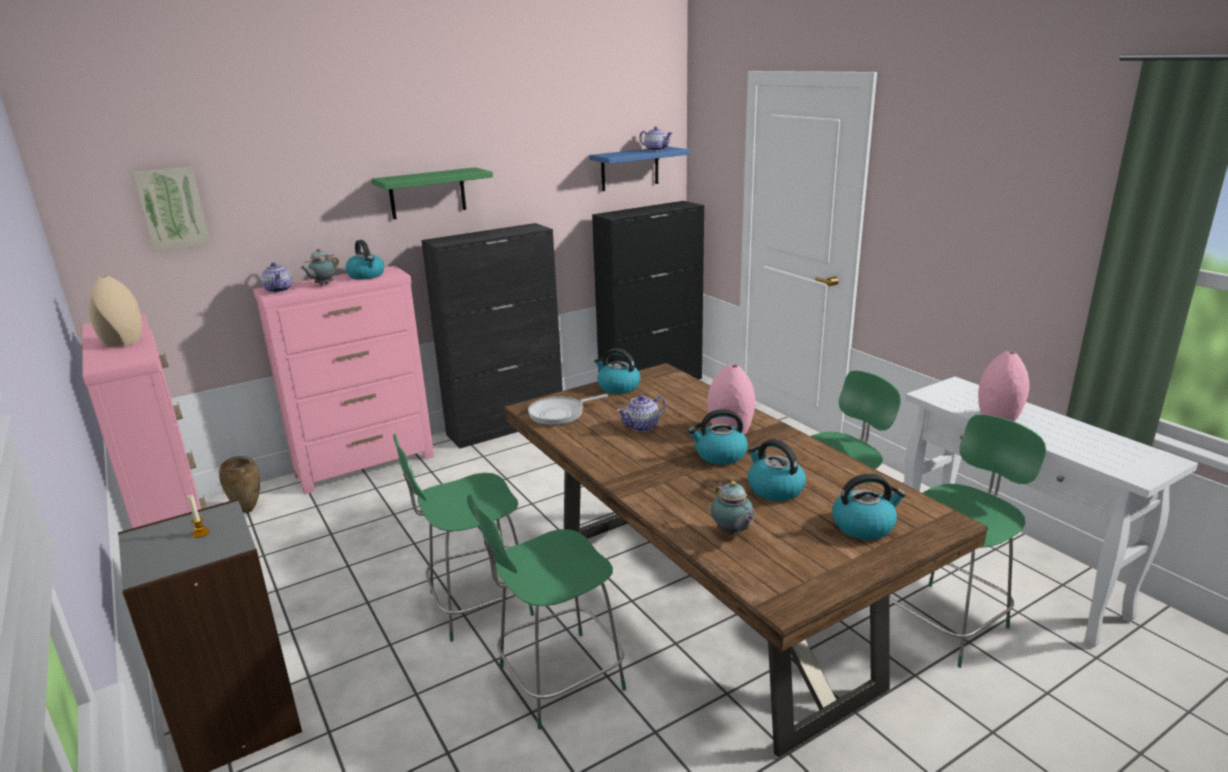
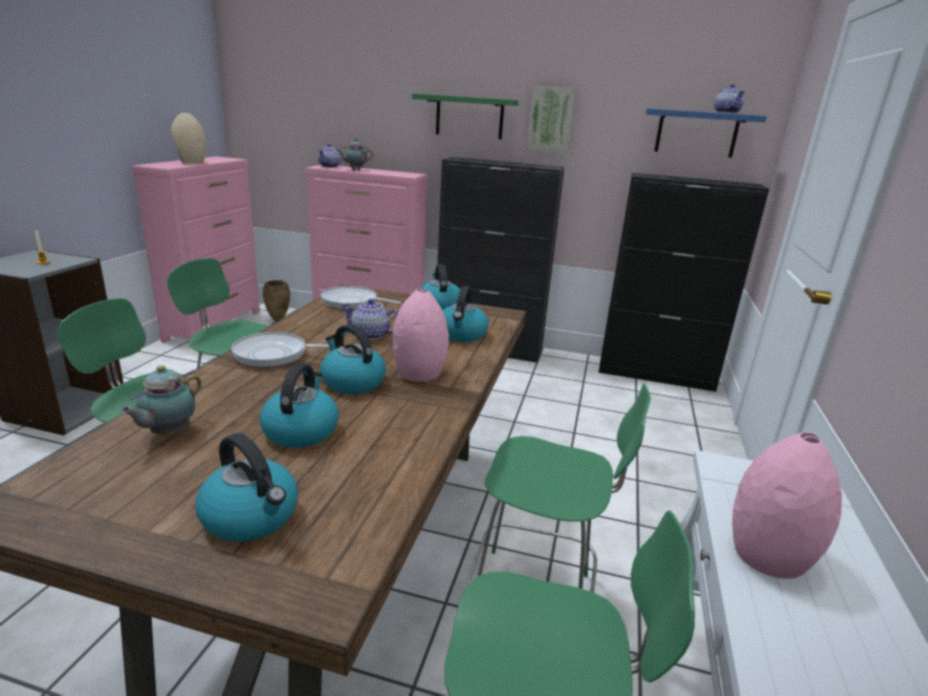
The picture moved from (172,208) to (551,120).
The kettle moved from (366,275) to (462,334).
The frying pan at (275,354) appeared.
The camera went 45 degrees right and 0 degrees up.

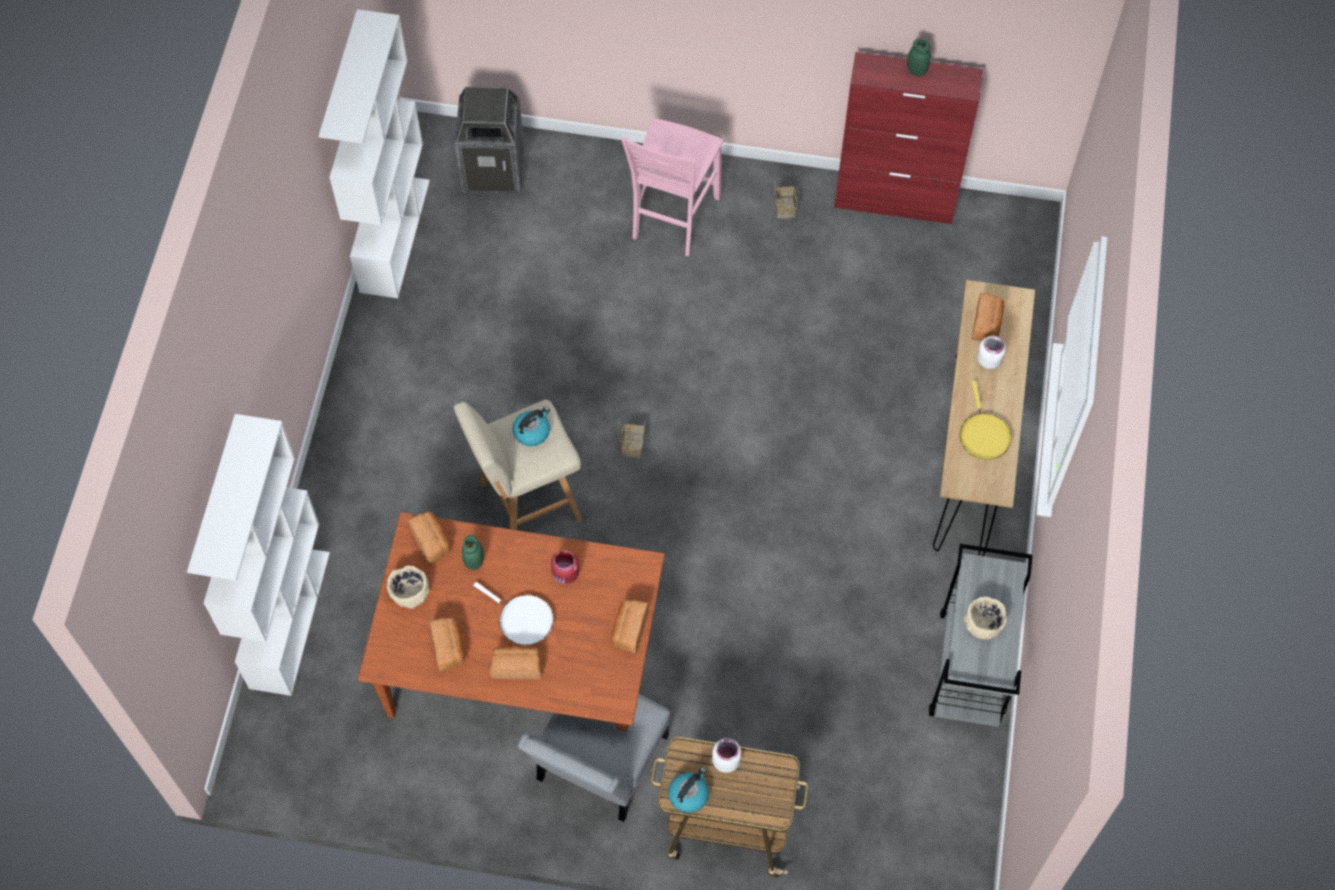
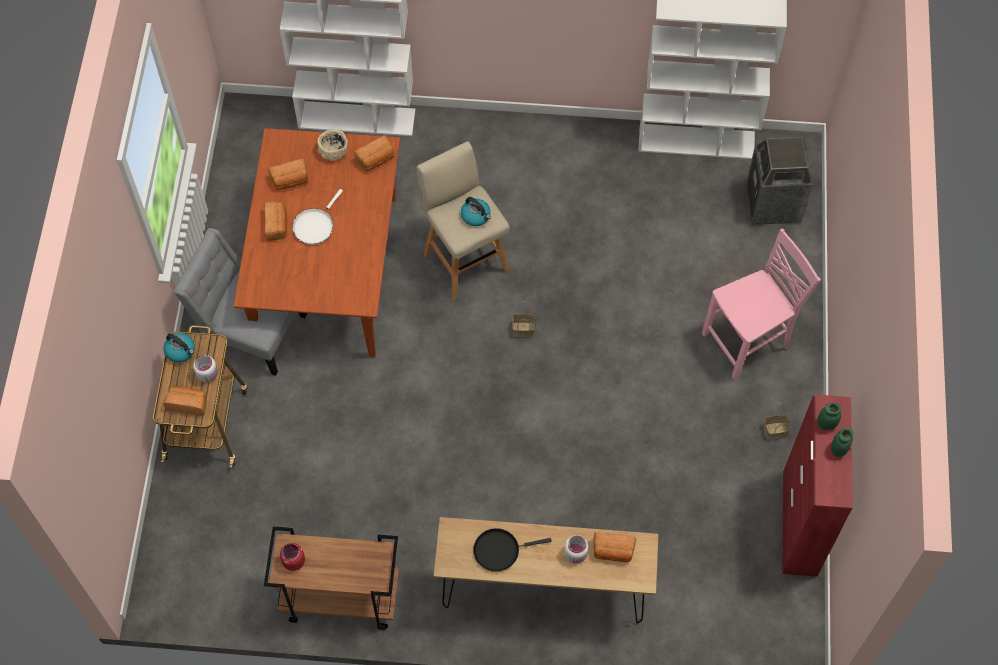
The greenish storage jar moved from (474,561) to (826,424).
The red-coloured storage jar moved from (565,575) to (293,561).
The bread moved from (629,630) to (188,404).
The pink upright chair at (673,218) turned 135 degrees clockwise.
The grey cart at (970,669) became the brownish cart at (340,598).
The yellowish frying pan at (983,435) became the black frying pan at (499,550).
The sand-coloured deep dish at (983,623) disappeared.
The camera went 85 degrees right and 0 degrees up.

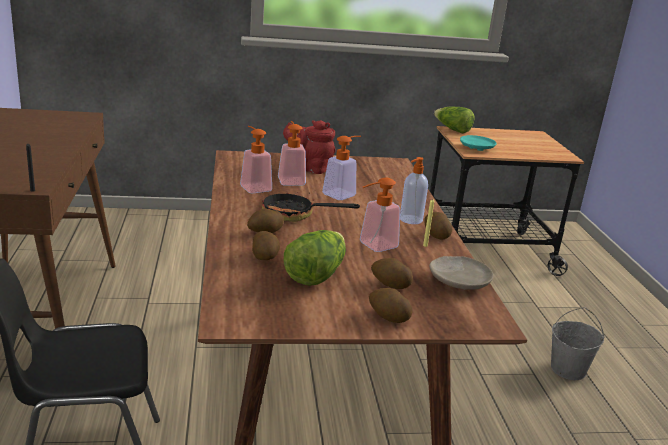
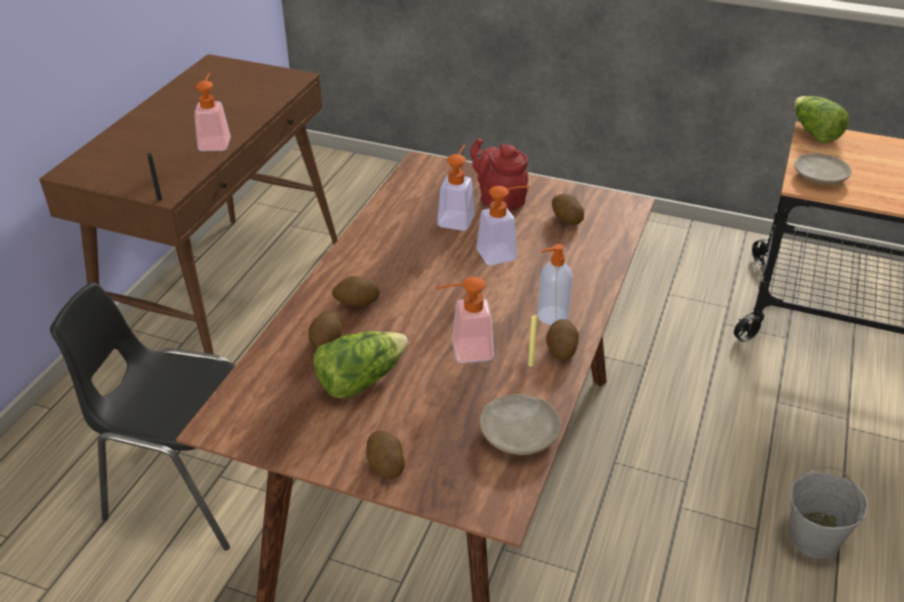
The soap bottle moved from (253,186) to (216,141).
The frying pan at (295,215) disappeared.
The spud moved from (390,284) to (566,219).
The turquoise-coloured plate at (476,148) became the sand-coloured plate at (819,176).
The camera went 30 degrees right and 15 degrees up.

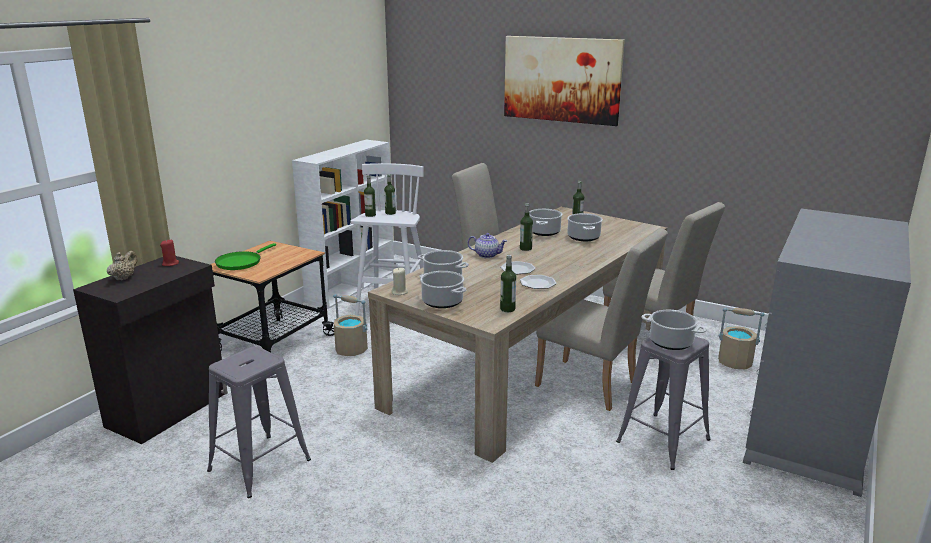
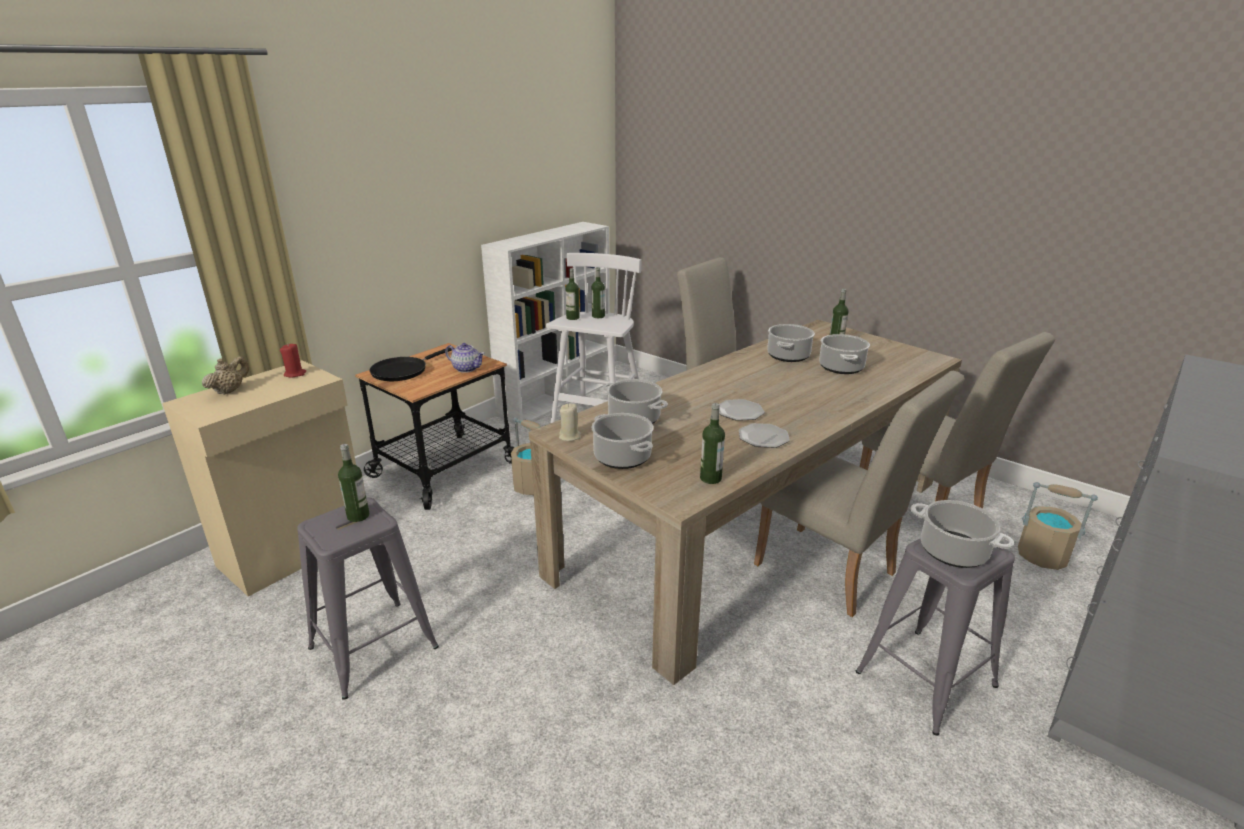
The black cabinet at (169,409) became the sand-coloured cabinet at (297,549).
The greenish frying pan at (241,262) became the black frying pan at (402,371).
The tea pot moved from (487,255) to (467,368).
The picture at (561,79) disappeared.
The beverage bottle moved from (525,248) to (358,516).
The camera went 10 degrees right and 5 degrees up.

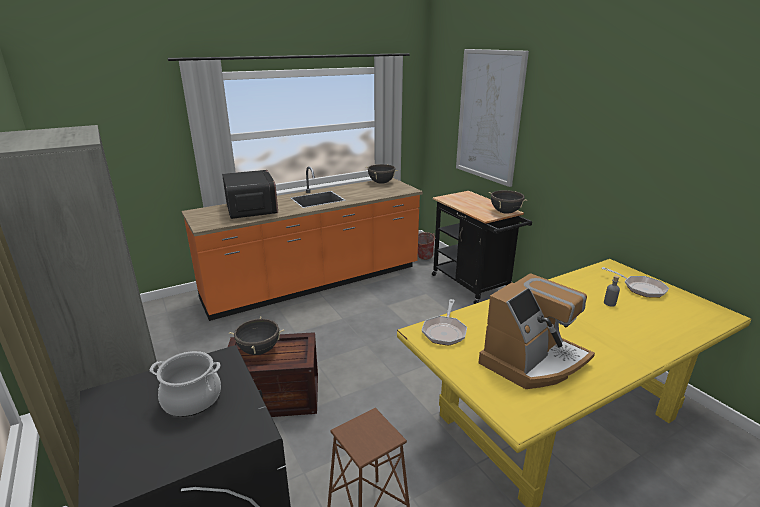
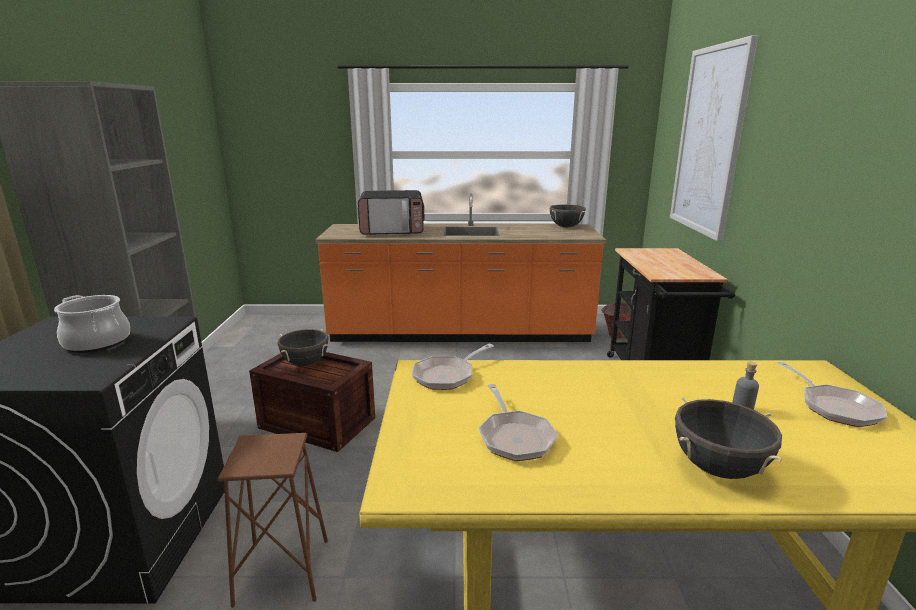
The kitchen microwave at (251,209) turned 75 degrees clockwise.
The coffee maker at (533,361) was replaced by the frying pan at (514,437).
The black saucepot moved from (505,212) to (718,468).
The camera went 30 degrees right and 5 degrees down.

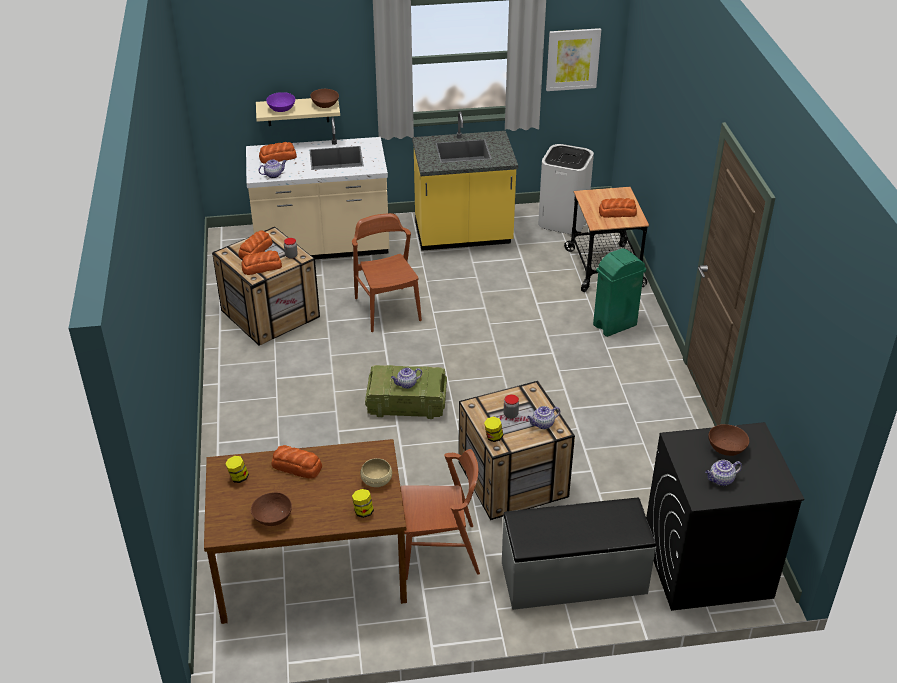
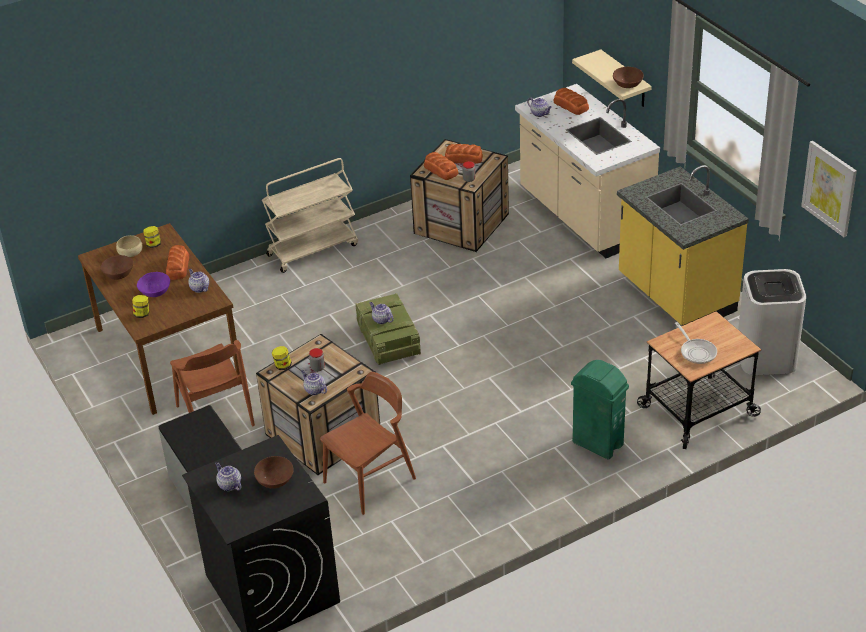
The purple-coloured deep dish moved from (282,109) to (155,292).
The brownish upright chair moved from (387,309) to (370,480).
The sand-coloured deep dish moved from (376,479) to (130,252).
The bread at (617,212) was replaced by the frying pan at (696,352).
The tea pot at (199,288) appeared.
The sand-coloured cart at (313,249) appeared.
The camera went 70 degrees right and 0 degrees up.

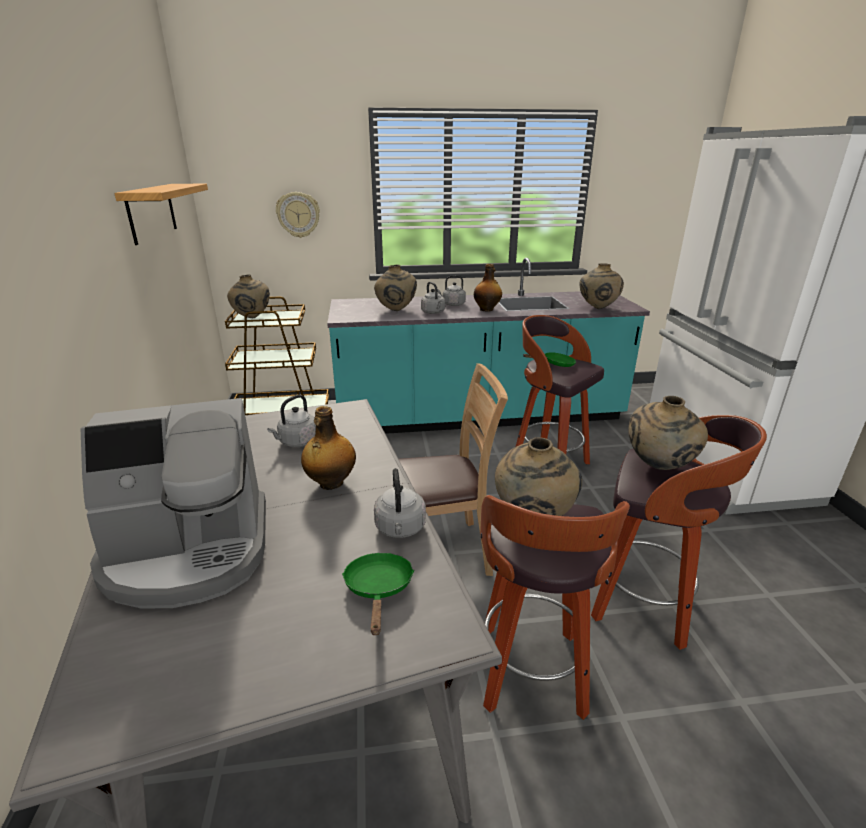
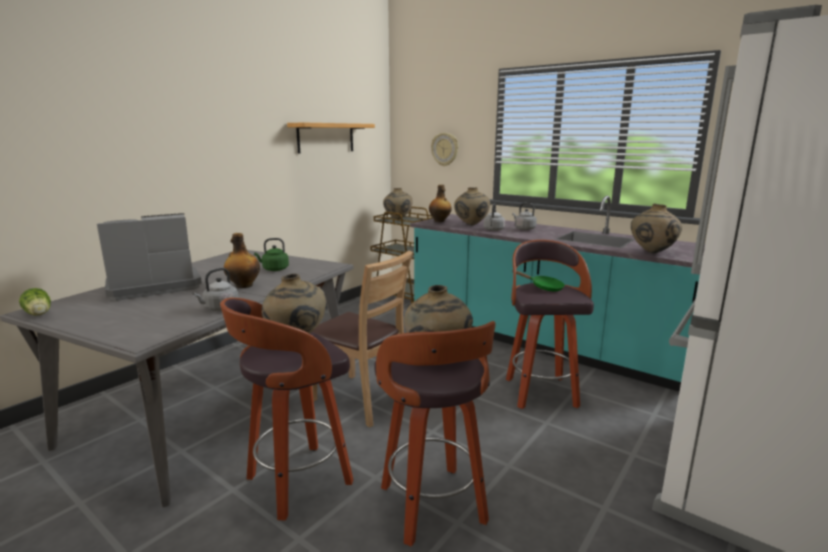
The coffee maker at (189,552) turned 120 degrees clockwise.
The grey kettle at (297,442) became the greenish kettle at (274,269).
The greenish frying pan at (379,589) disappeared.
The beverage bottle moved from (487,309) to (439,221).
The head of lettuce at (38,314) appeared.
The camera went 45 degrees right and 10 degrees down.

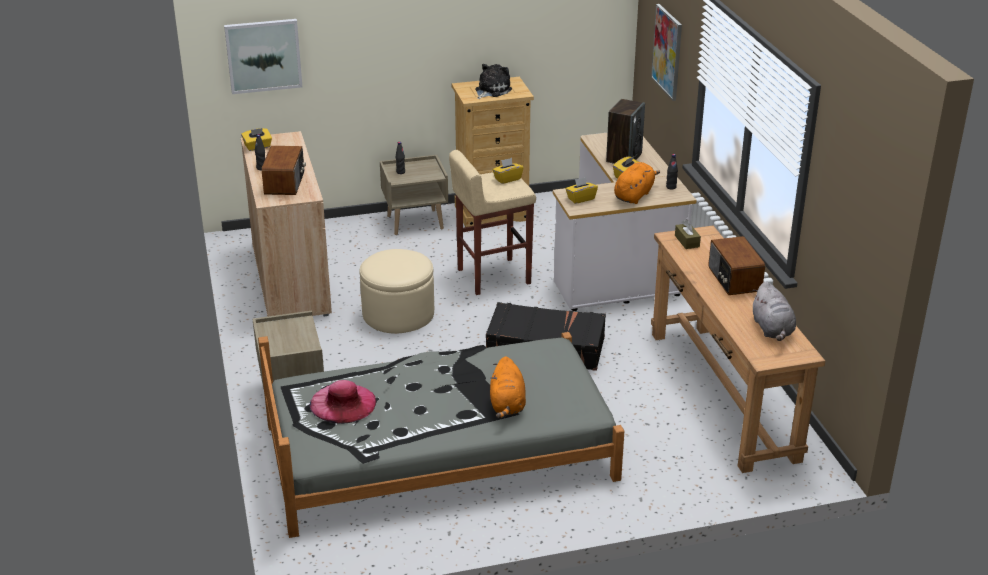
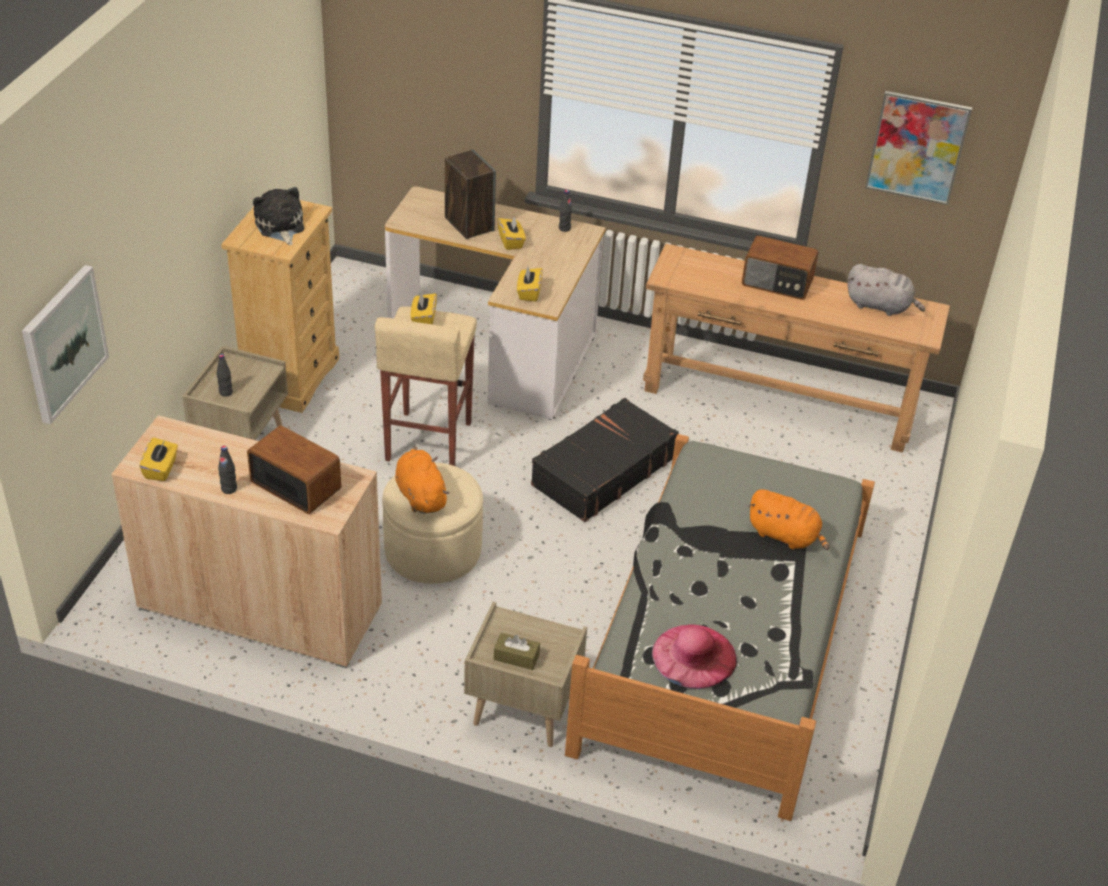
The orangey plush toy moved from (634,195) to (420,495).
The picture moved from (667,51) to (917,147).
The brownish tissue holder moved from (687,241) to (516,657).
The camera went 60 degrees left and 10 degrees up.

